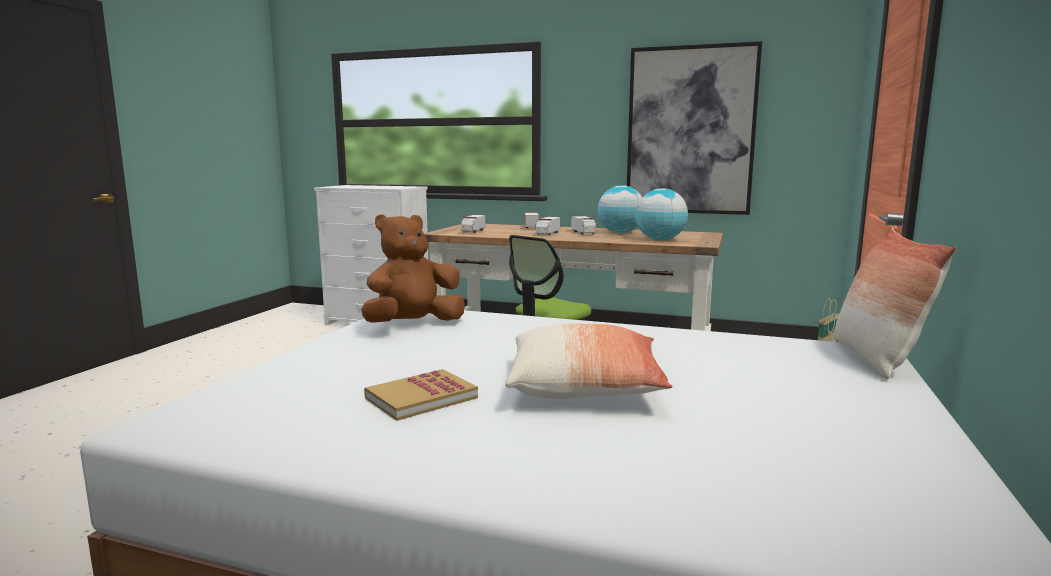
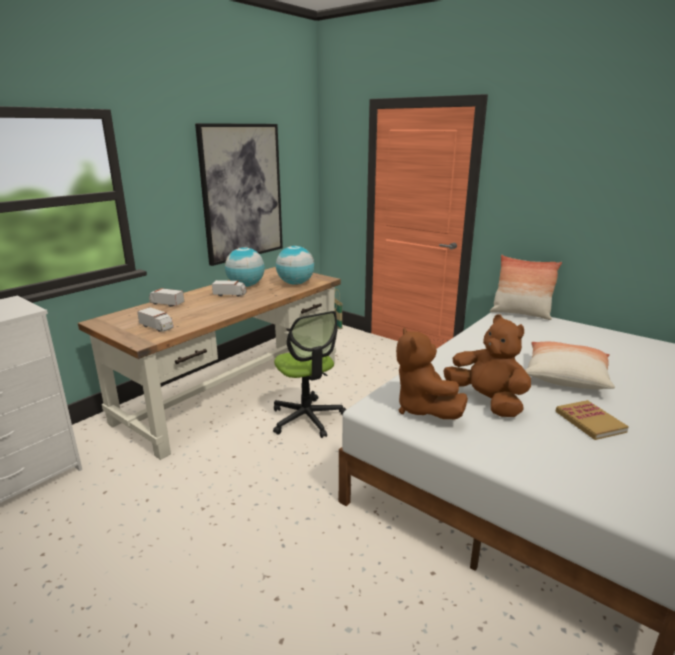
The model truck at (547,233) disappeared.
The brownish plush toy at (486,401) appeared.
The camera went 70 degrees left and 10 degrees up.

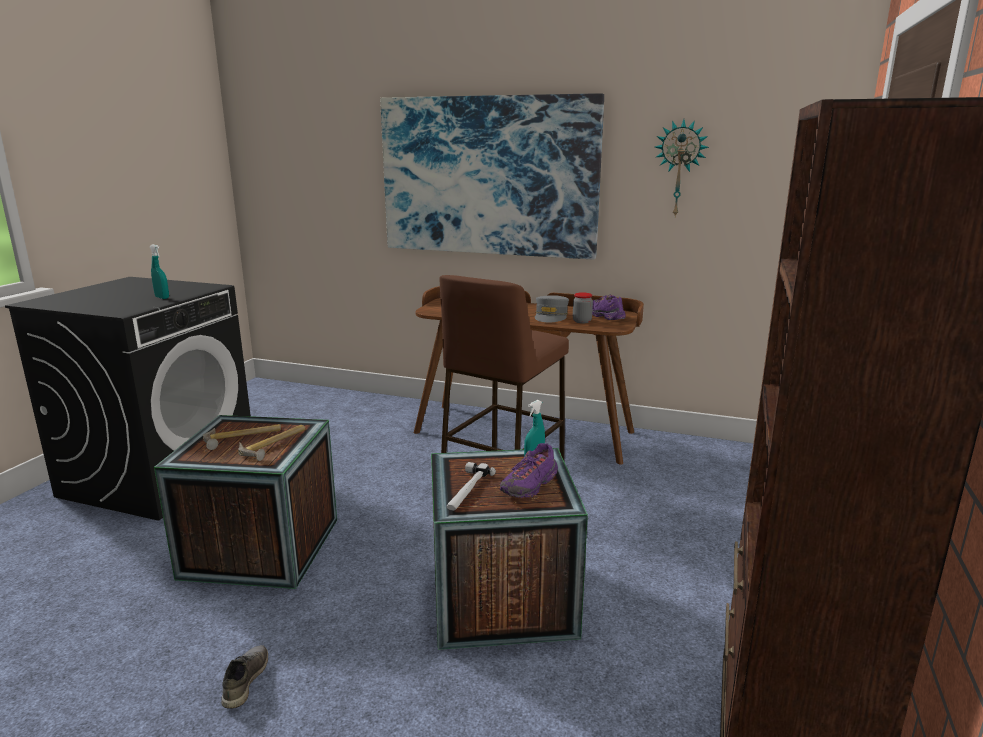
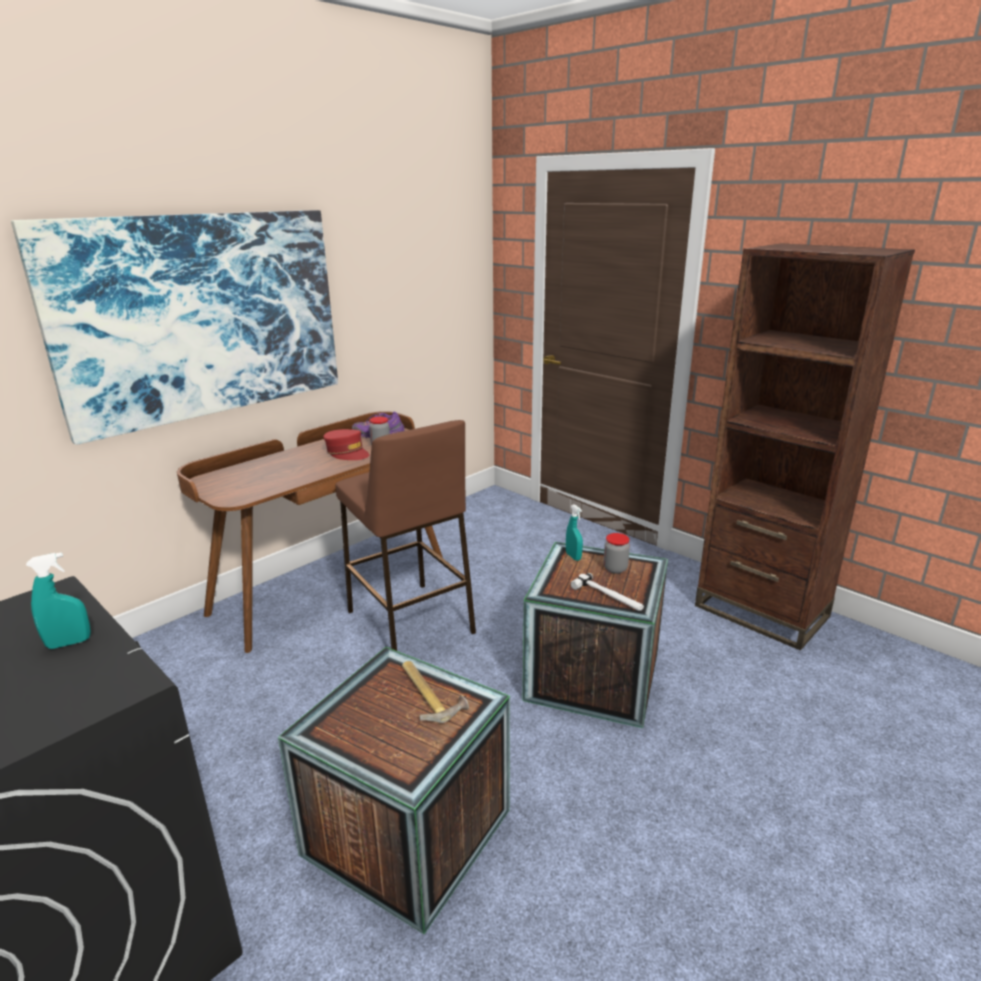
The hammer at (243,438) disappeared.
The grey shoe at (244,681) disappeared.
The purple-coloured shoe at (529,486) was replaced by the storage jar at (615,569).
The grey peaked cap at (551,316) became the red-coloured peaked cap at (347,453).
The hanging clock at (679,169) disappeared.
The camera went 65 degrees left and 5 degrees up.

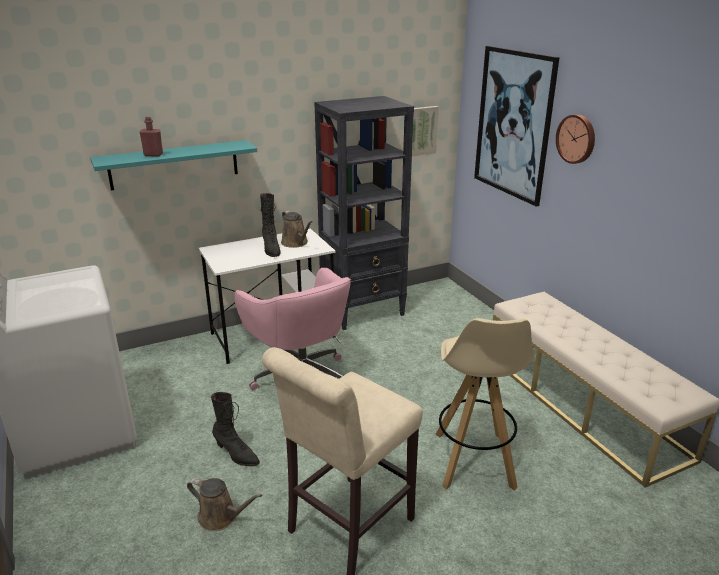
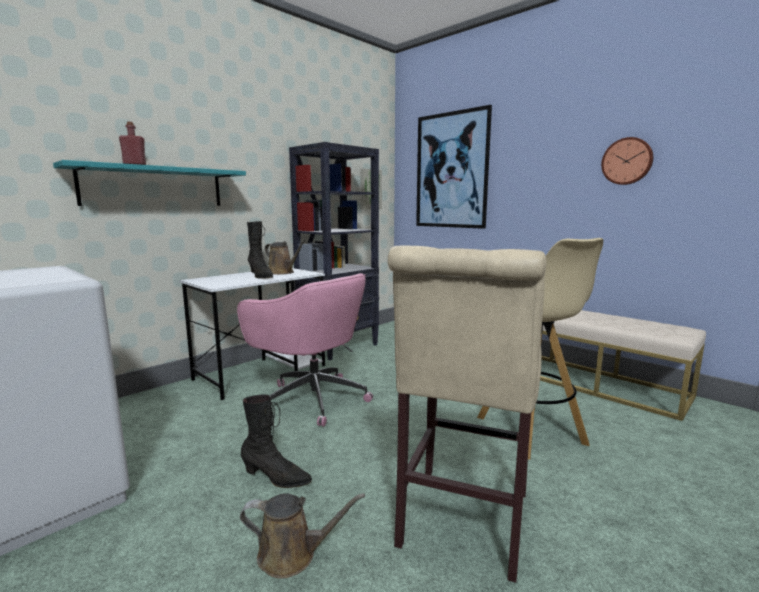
The hanging clock moved from (576,138) to (627,161).
The camera went 20 degrees left and 15 degrees down.

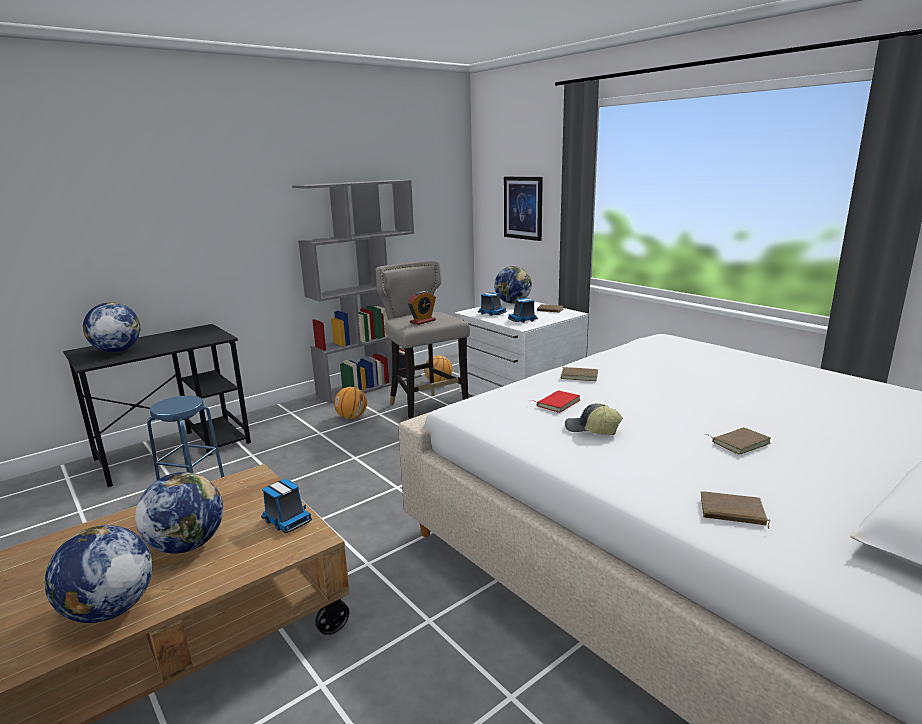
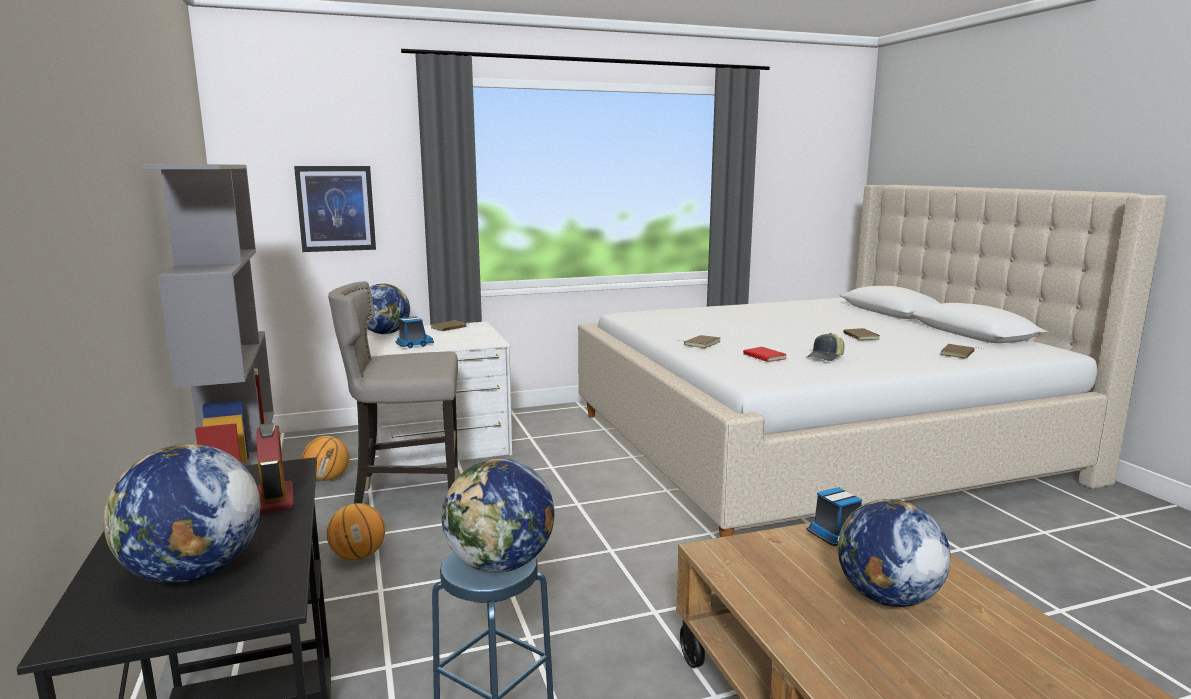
The desk globe moved from (109,610) to (500,564).
The alarm clock moved from (423,321) to (275,499).
The model truck at (523,320) disappeared.
The camera went 70 degrees left and 5 degrees down.

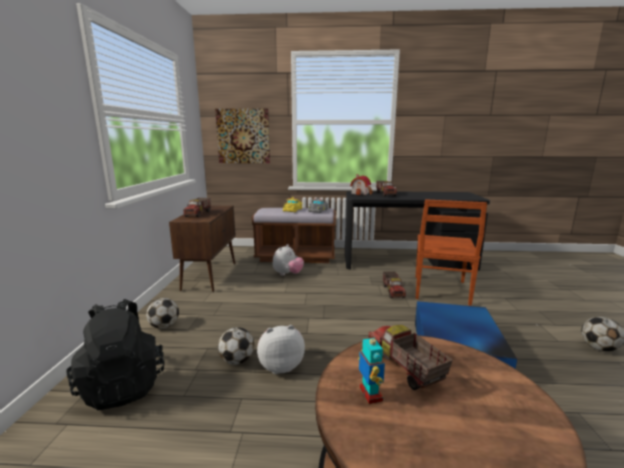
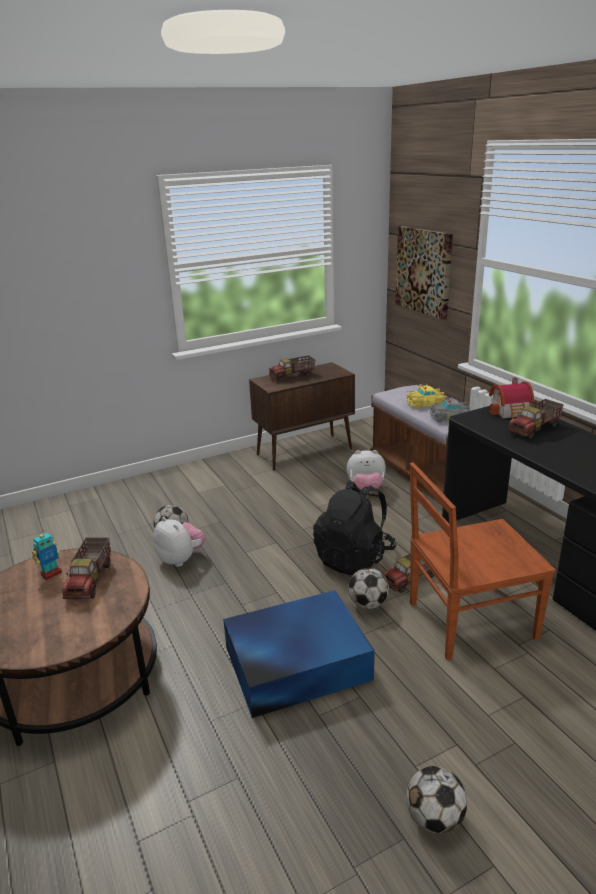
The black backpack moved from (124,385) to (354,558).
The football moved from (164,326) to (368,604).
The model truck at (404,367) turned 150 degrees clockwise.
The camera went 60 degrees right and 10 degrees up.

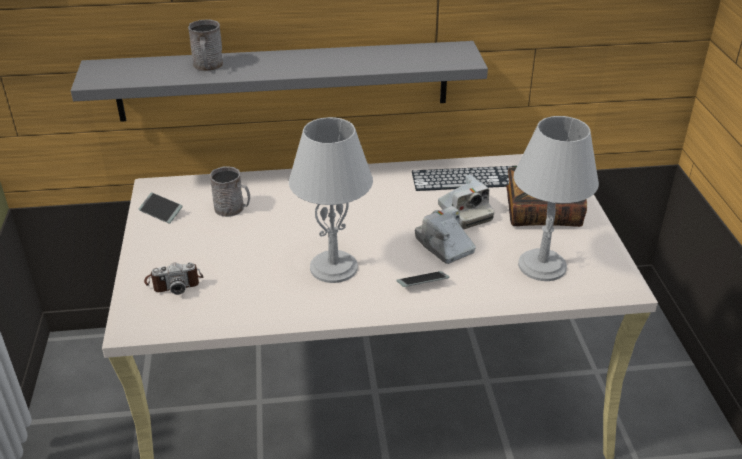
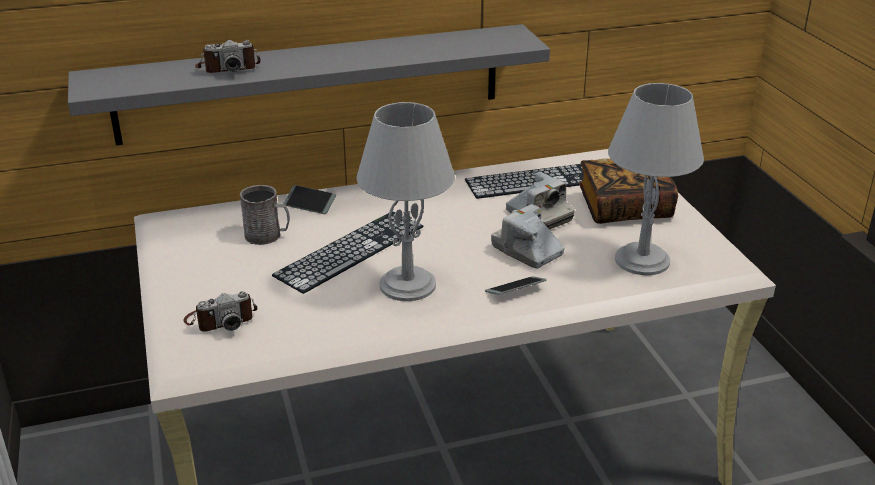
The handset moved from (161,212) to (310,204).
The grey coffee mug at (208,67) was replaced by the still camera at (228,68).
The PC keyboard at (350,251) appeared.
The camera went 10 degrees left and 5 degrees down.

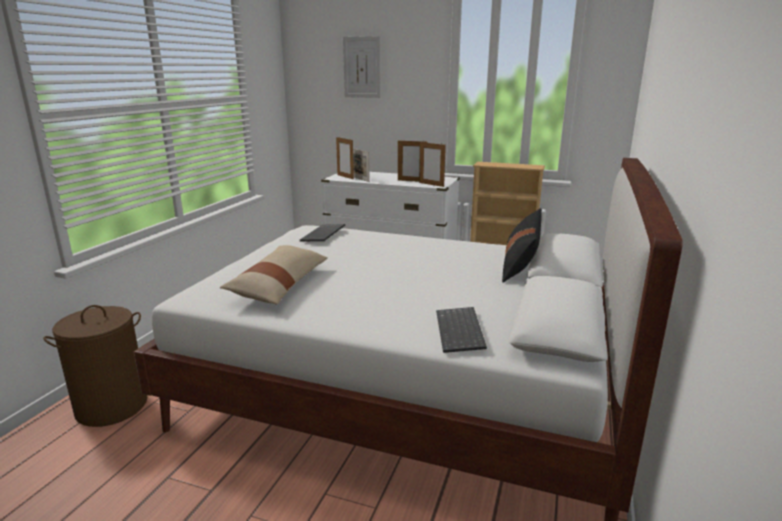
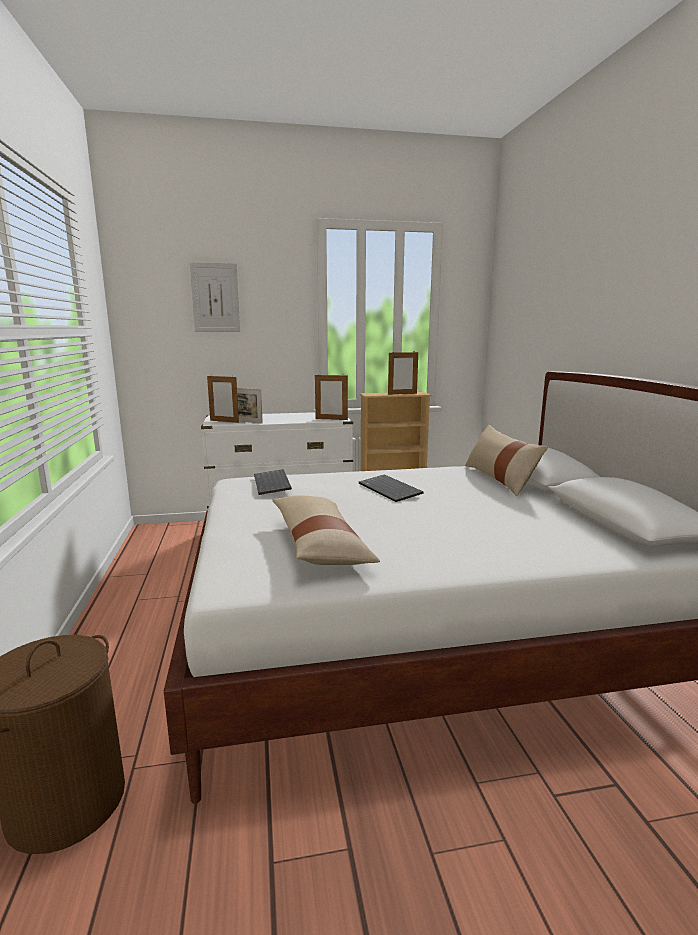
The standing frame moved from (411,181) to (402,394).
The PC keyboard moved from (461,331) to (391,490).
The black throw pillow at (521,264) became the sand-coloured throw pillow at (500,479).
The camera went 30 degrees left and 5 degrees down.

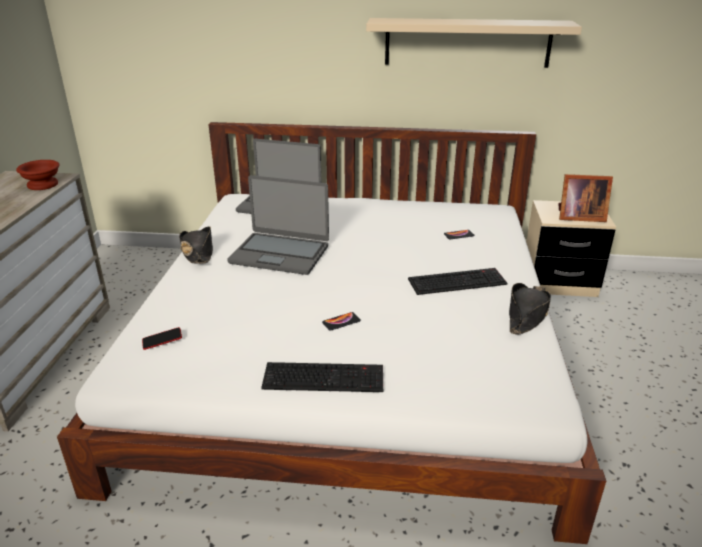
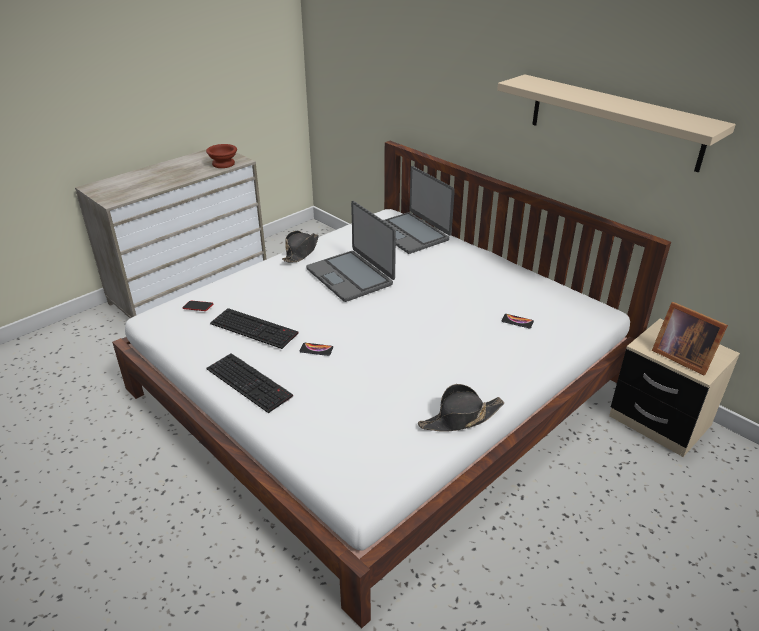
The PC keyboard moved from (457,281) to (255,328).
The camera went 40 degrees right and 5 degrees up.

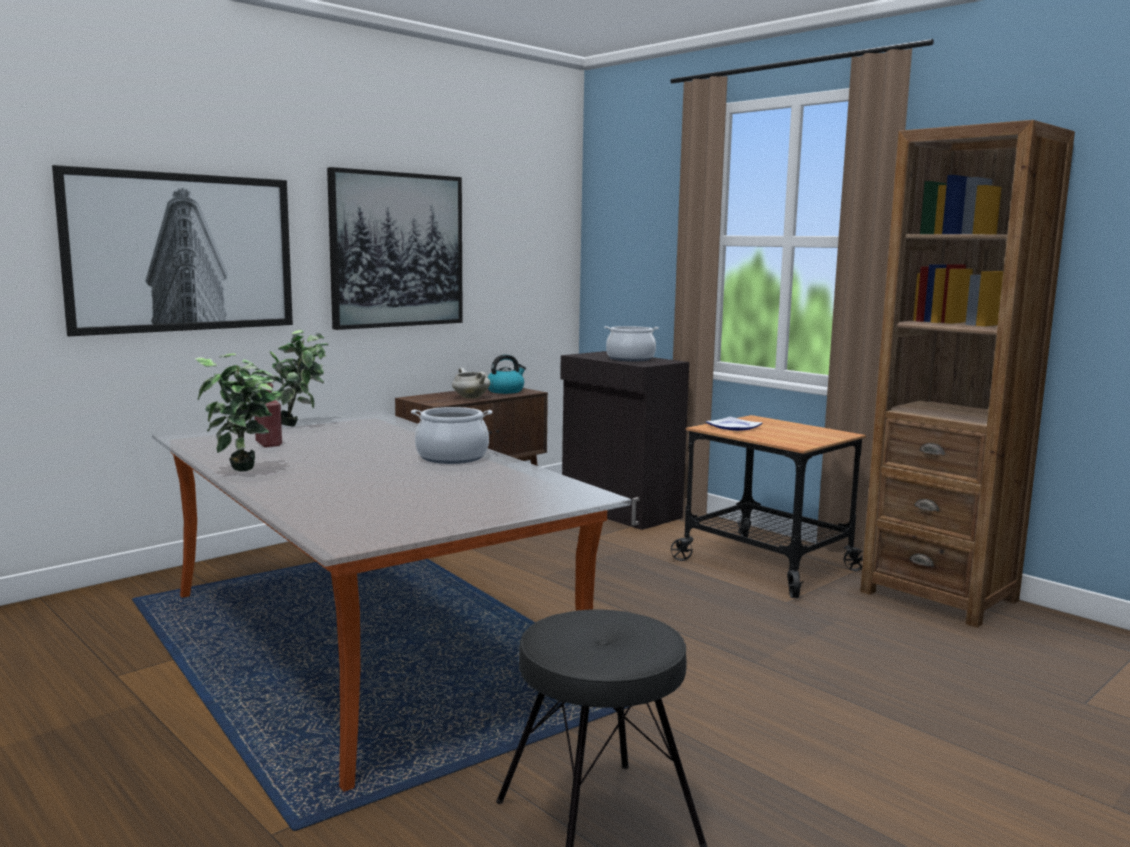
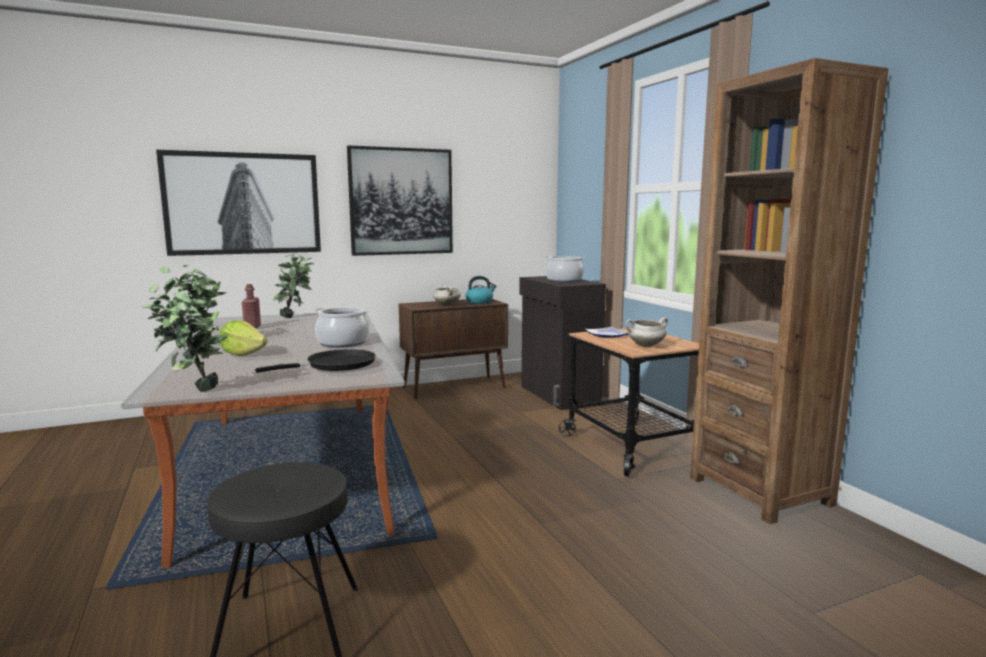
The potted plant at (192,392) appeared.
The head of lettuce at (243,354) appeared.
The black frying pan at (336,365) appeared.
The whitish saucepot at (645,346) appeared.
The camera went 20 degrees right and 0 degrees up.

